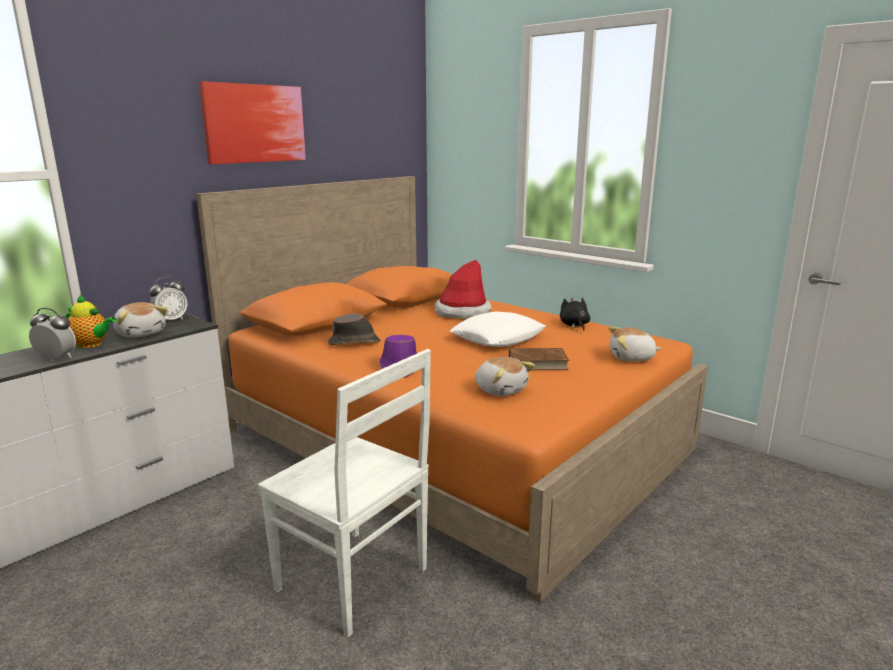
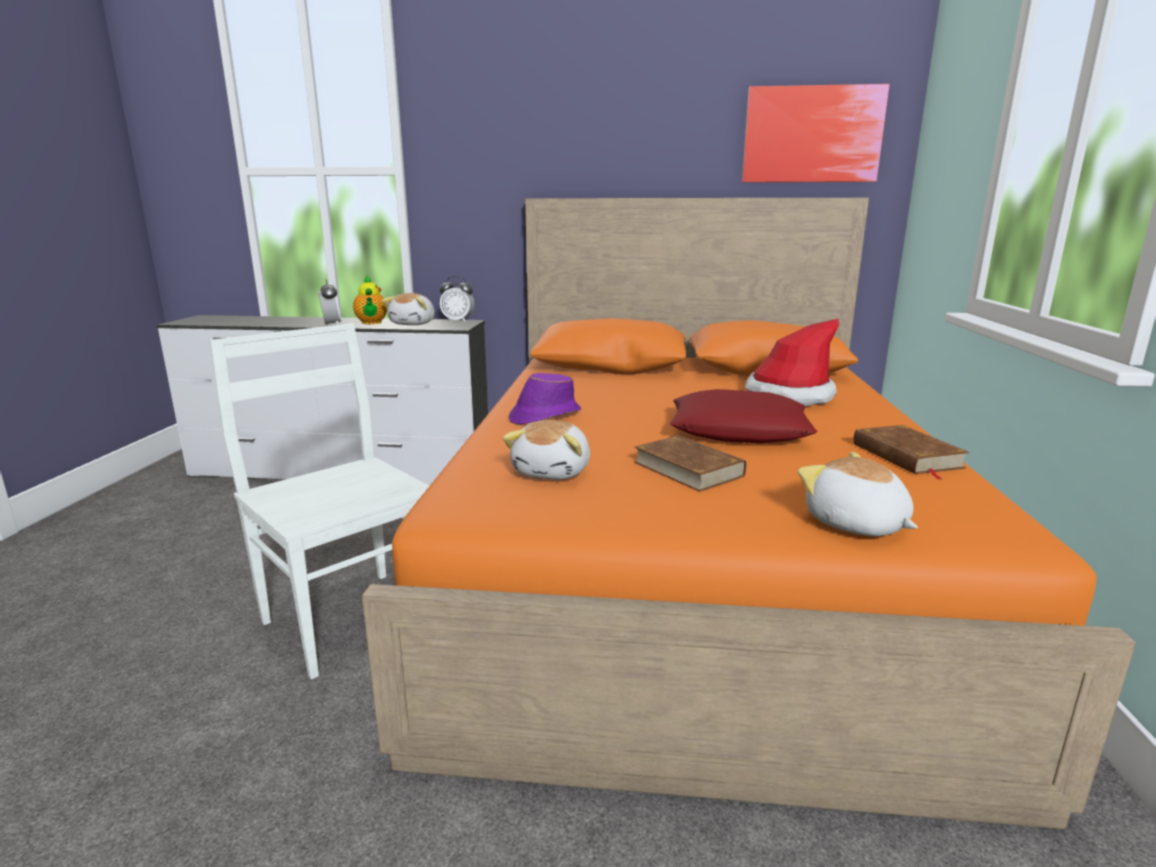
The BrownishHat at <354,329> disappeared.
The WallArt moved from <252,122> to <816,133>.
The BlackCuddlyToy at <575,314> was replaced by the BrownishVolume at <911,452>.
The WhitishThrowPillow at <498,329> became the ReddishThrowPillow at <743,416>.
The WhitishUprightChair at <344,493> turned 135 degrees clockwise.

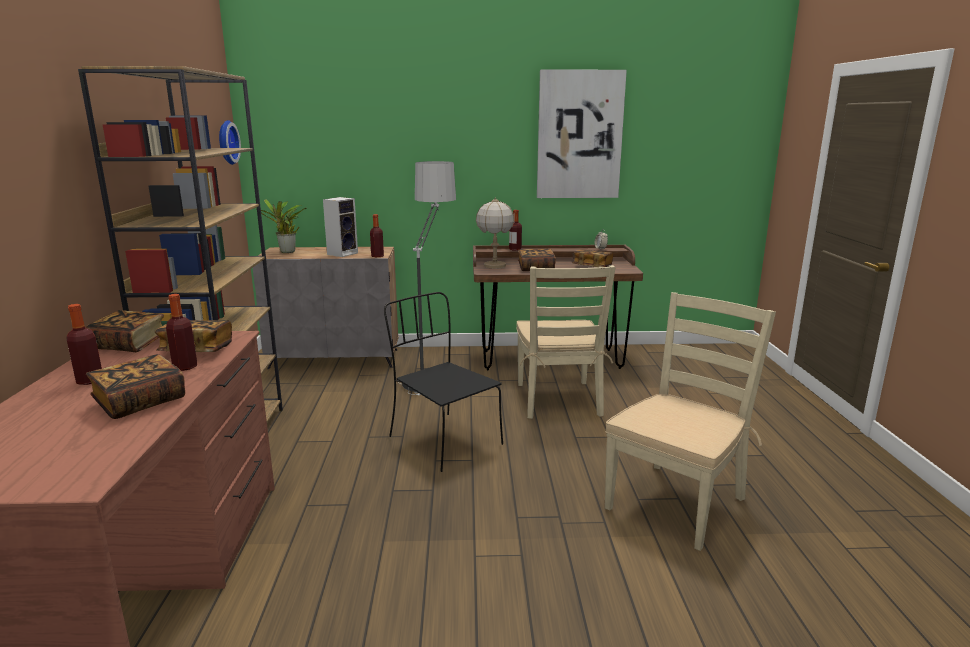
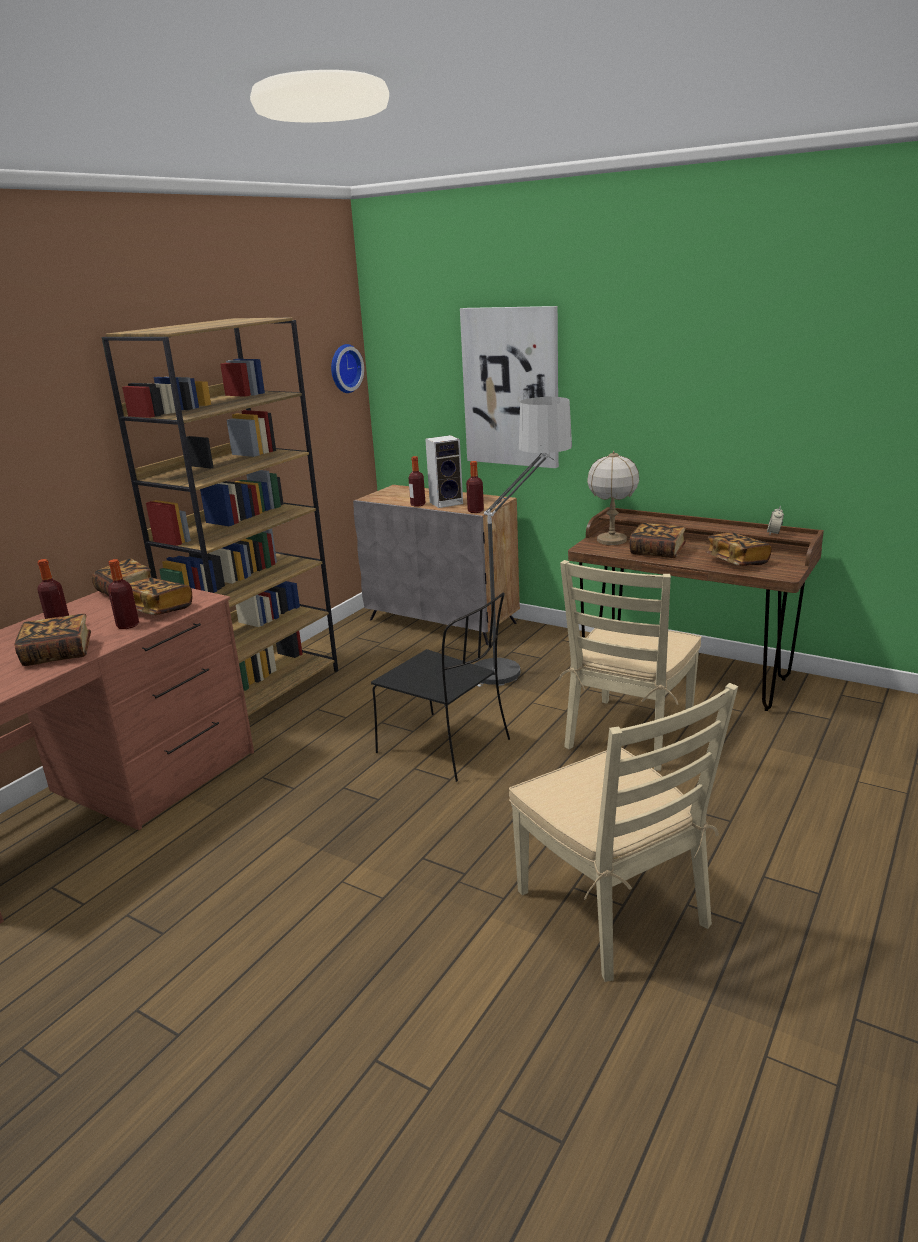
The PottedPlant at <281,226> disappeared.
The BeverageBottle moved from <515,230> to <417,481>.
The WallArt moved from <582,134> to <509,387>.
The BlackUprightChair at <443,382> turned 135 degrees clockwise.
The BeigeUprightChair at <690,421> turned 75 degrees clockwise.

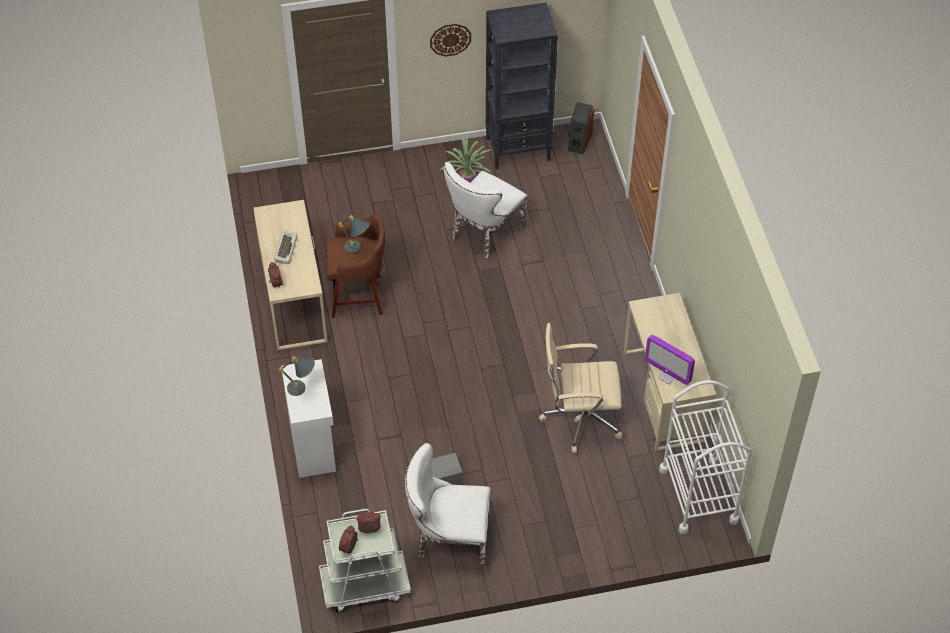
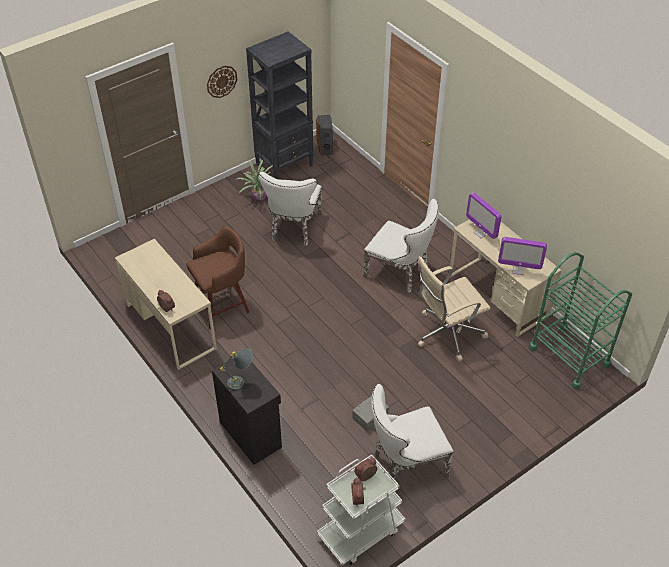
The Keyboard at <286,247> disappeared.
The GreyishTabletopLamp at <354,234> disappeared.
The WhitishUprightChair at <401,246> appeared.
The Monitor at <483,215> appeared.
The WhitishCupboard at <308,418> became the BlackCupboard at <247,411>.
The WhitishWheeledCart at <705,457> became the GreenWheeledCart at <580,321>.

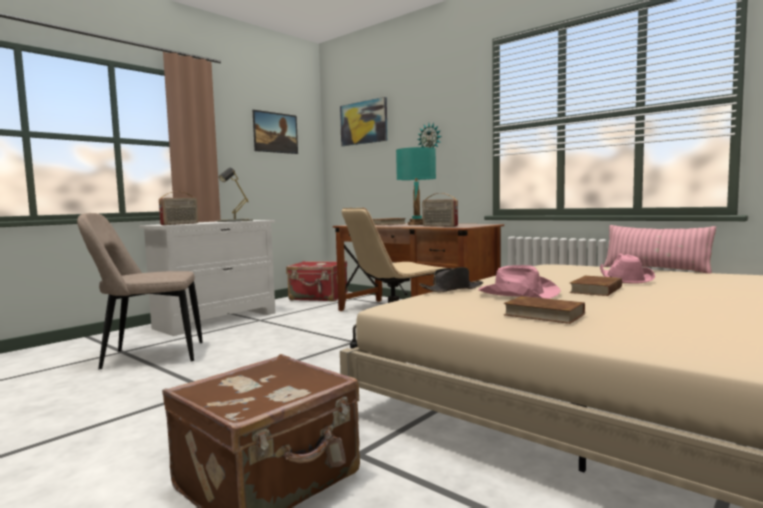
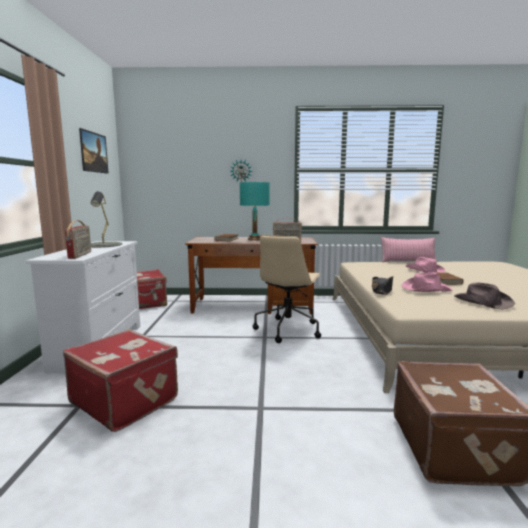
The WallArt at <364,121> disappeared.
The BeigeUprightChair at <140,291> was replaced by the ReddishPieceOfLuggage at <120,380>.
The BrownishVolume at <544,310> was replaced by the BrownishHat at <484,296>.

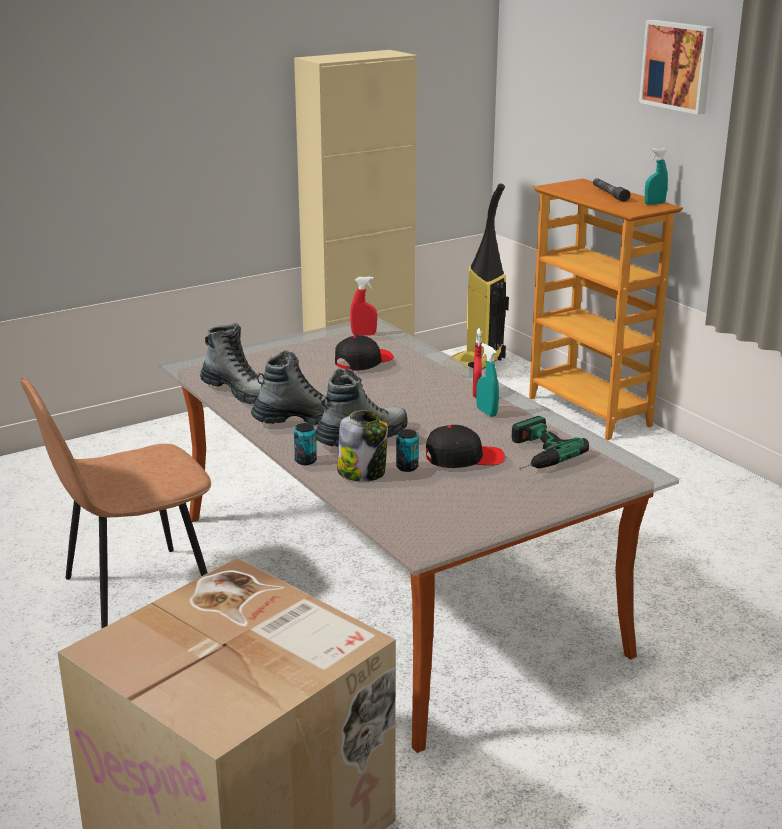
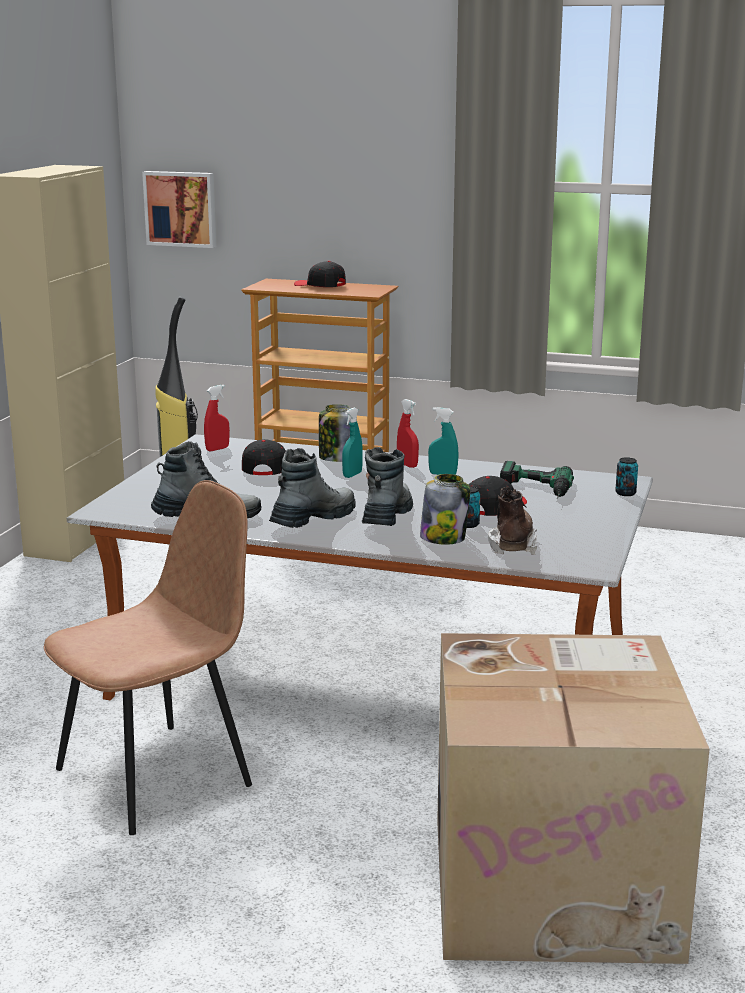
The PreserveJar at <338,433> appeared.
The BrownishBoot at <512,521> appeared.
The SealedCan moved from <305,444> to <626,476>.
The WallArt moved from <676,67> to <179,209>.
The TurquoiseSprayer moved from <656,176> to <352,443>.
The GreyishTorch at <611,190> was replaced by the BlackBaseballCap at <320,274>.
The BrownishUprightChair at <115,503> turned 150 degrees counterclockwise.

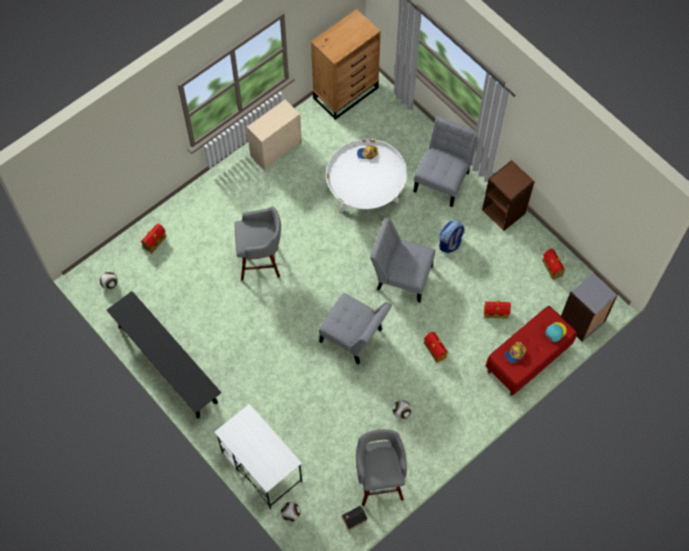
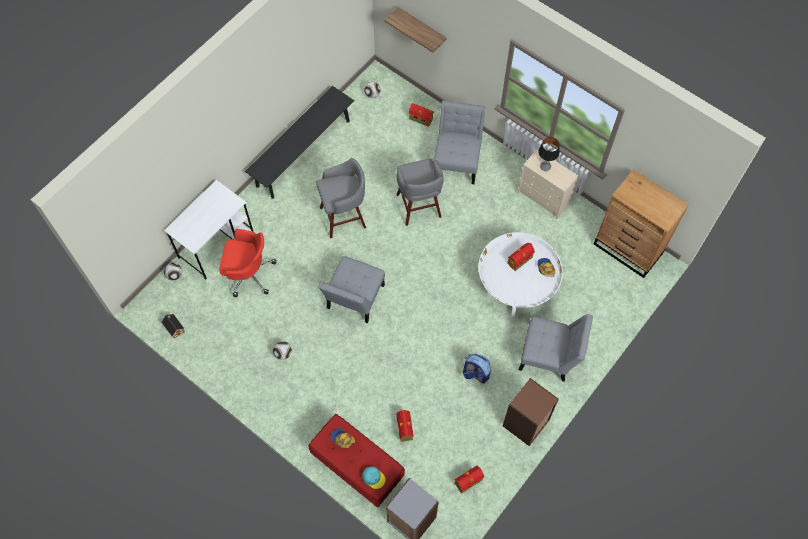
The ReddishOfficeChair at <248,263> appeared.
The Shelf at <415,30> appeared.
The TabletopLamp at <549,154> appeared.
The GreyishStoolSeat moved from <381,467> to <341,198>.
The GreyishUprightChair moved from <402,260> to <460,142>.
The ToyHouse moved from <436,347> to <521,257>.

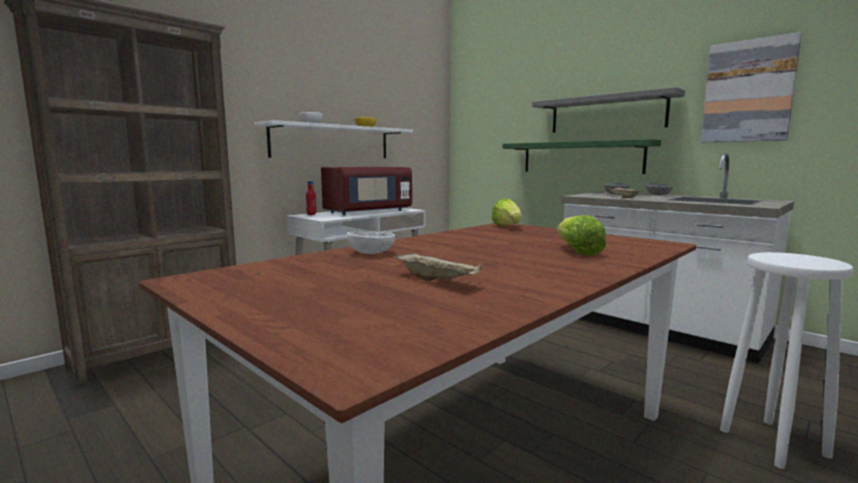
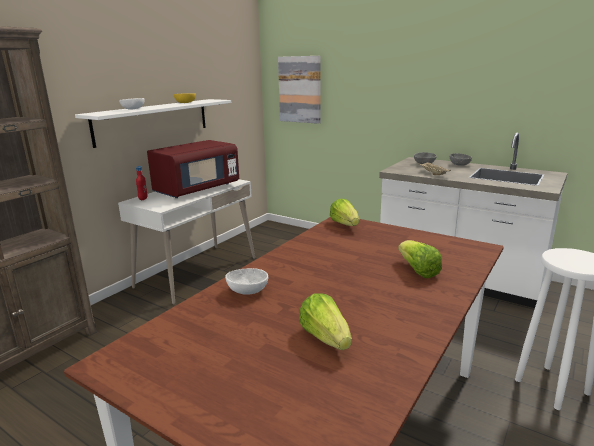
The GreenShelf at <581,156> disappeared.
The GreyishShelf at <608,110> disappeared.
The WallArt moved from <751,87> to <299,90>.
The BeigeTray at <438,266> was replaced by the HeadOfLettuce at <325,321>.

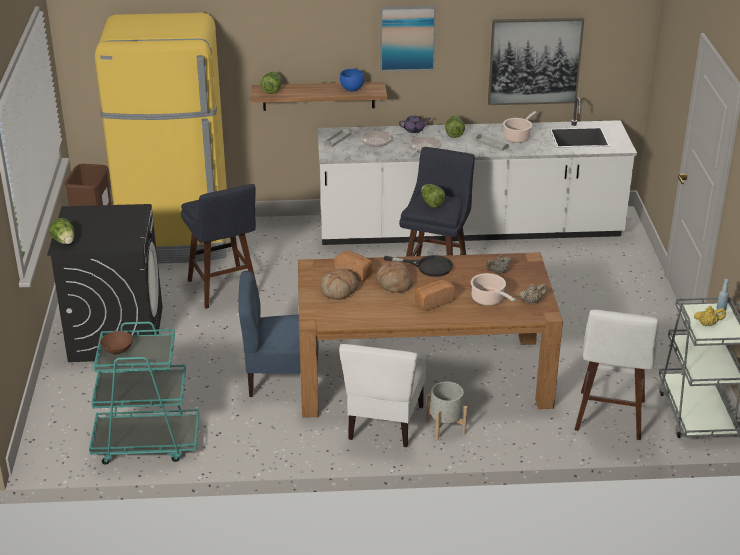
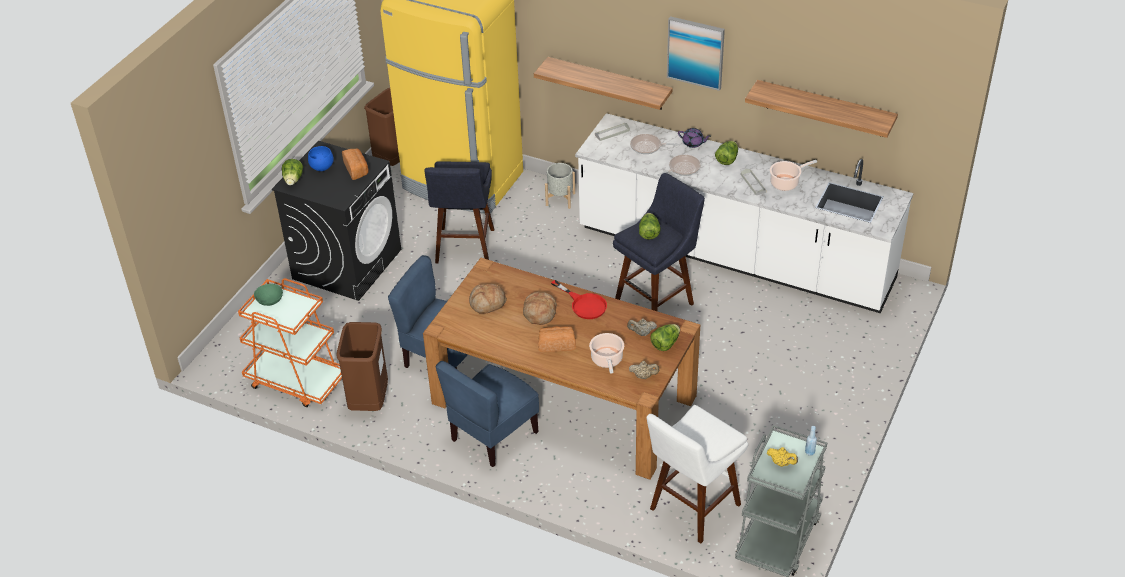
The BrownishRubbishBin at <362,366> appeared.
The HeadOfLettuce moved from <271,83> to <665,337>.
The BakeryBread moved from <353,266> to <355,164>.
The BluishServingBowl moved from <352,80> to <321,158>.
The GreyishPlanter moved from <446,411> to <560,186>.
The WallArt at <536,61> was replaced by the Shelf at <821,109>.
The TurquoiseWheeledCart at <144,393> became the OrangeyWheeledCart at <290,342>.
The BrownishServingBowl at <116,342> became the GreenServingBowl at <268,295>.
The WhitishUprightChair at <382,395> became the BluishUprightChair at <487,414>.
The BlackPan at <418,266> became the ReddishPan at <579,299>.

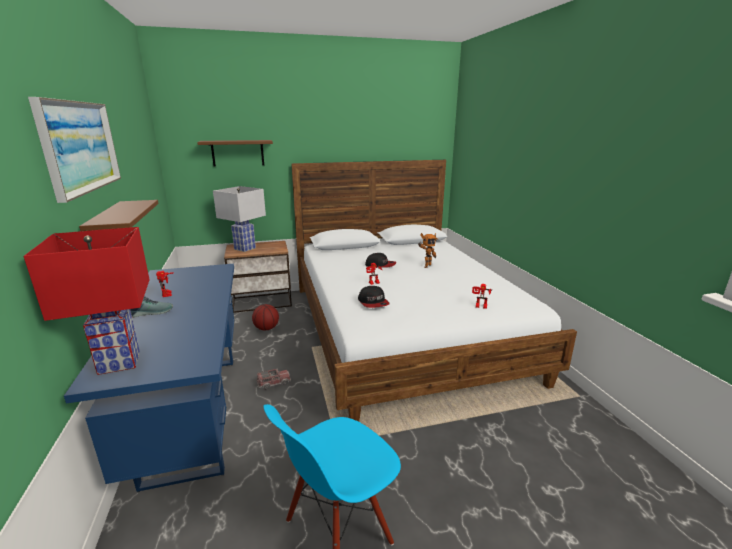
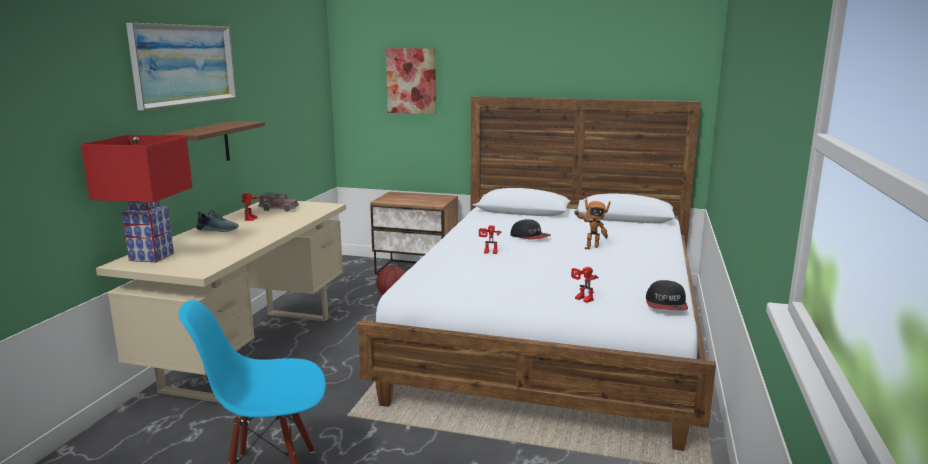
The WhitishTabletopLamp at <239,219> disappeared.
The ToyLorry moved from <273,379> to <278,202>.
The BaseballCap moved from <374,297> to <667,295>.
The BrownishShelf at <235,153> was replaced by the WallArt at <411,81>.
The BluishDesk at <149,378> became the BeigeDesk at <221,302>.

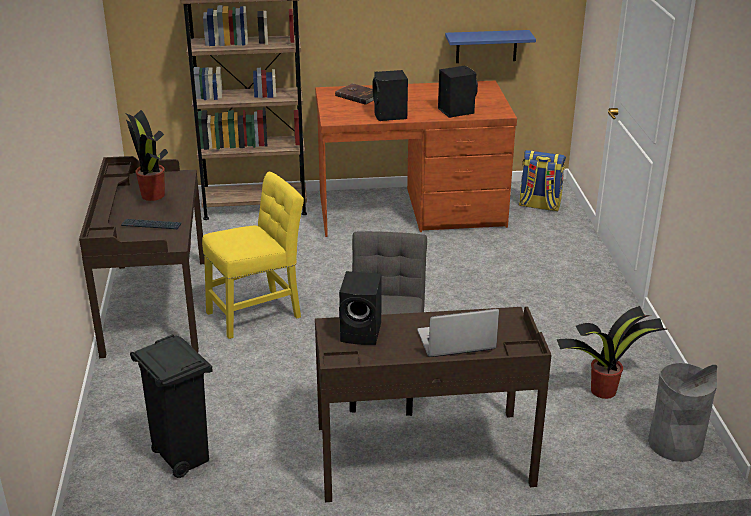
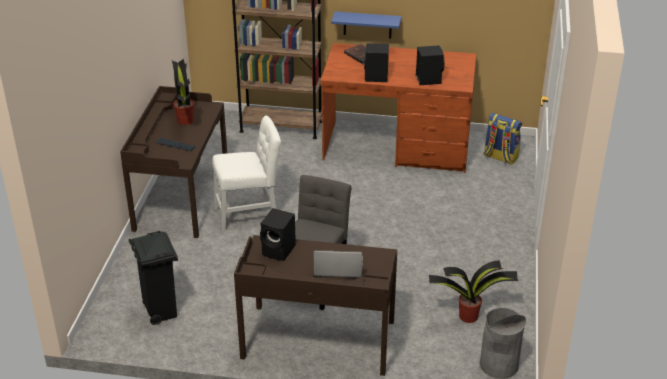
The BluishShelf moved from <490,46> to <366,24>.
The YellowUprightChair at <253,255> became the WhitishUprightChair at <246,173>.

